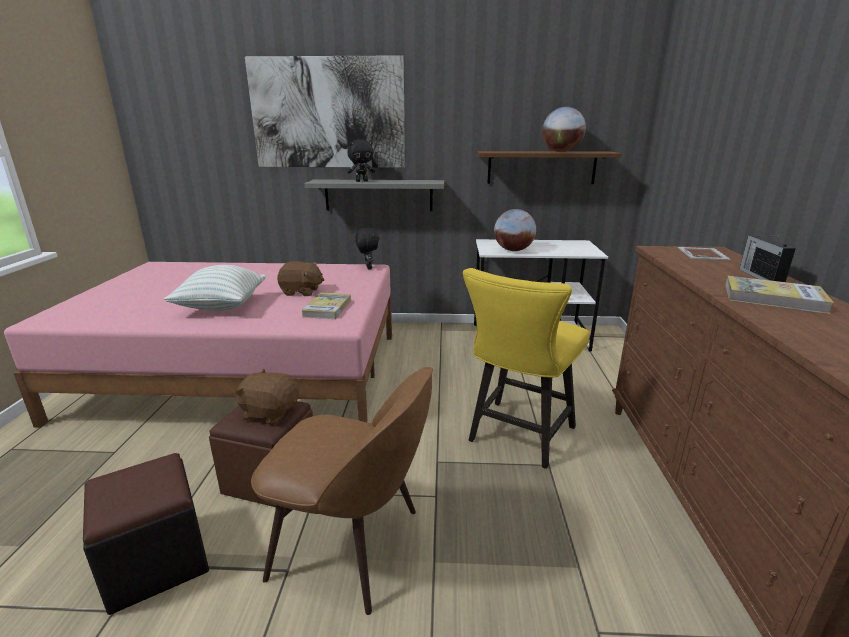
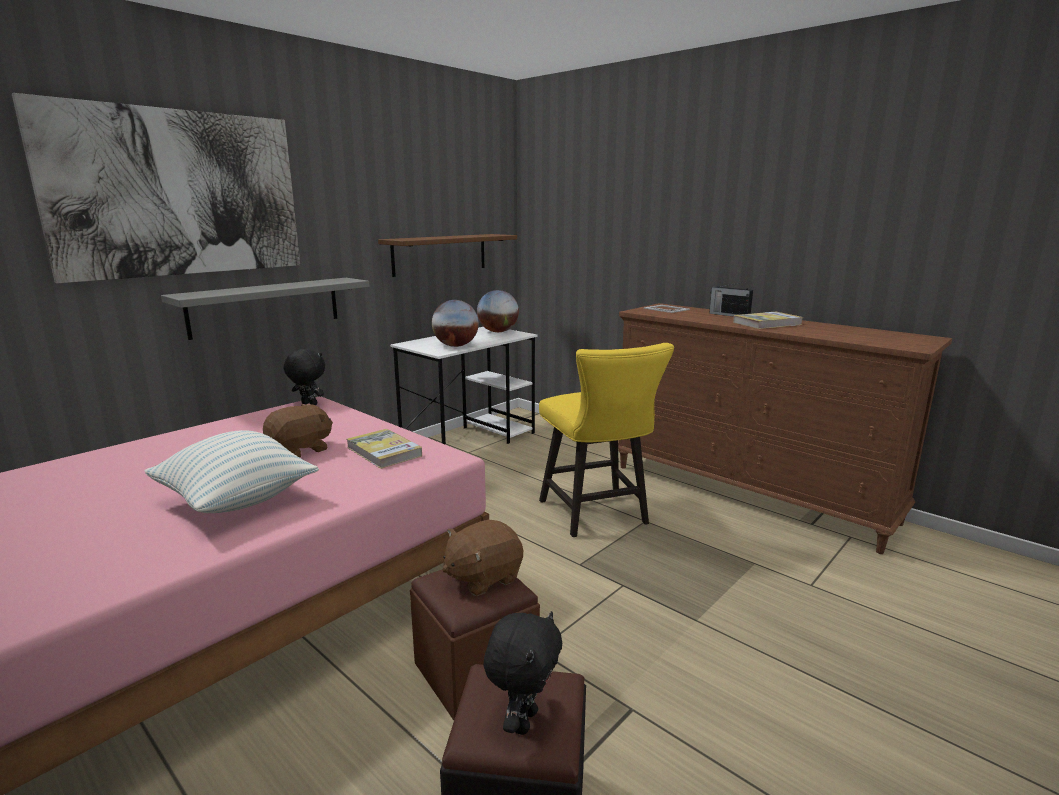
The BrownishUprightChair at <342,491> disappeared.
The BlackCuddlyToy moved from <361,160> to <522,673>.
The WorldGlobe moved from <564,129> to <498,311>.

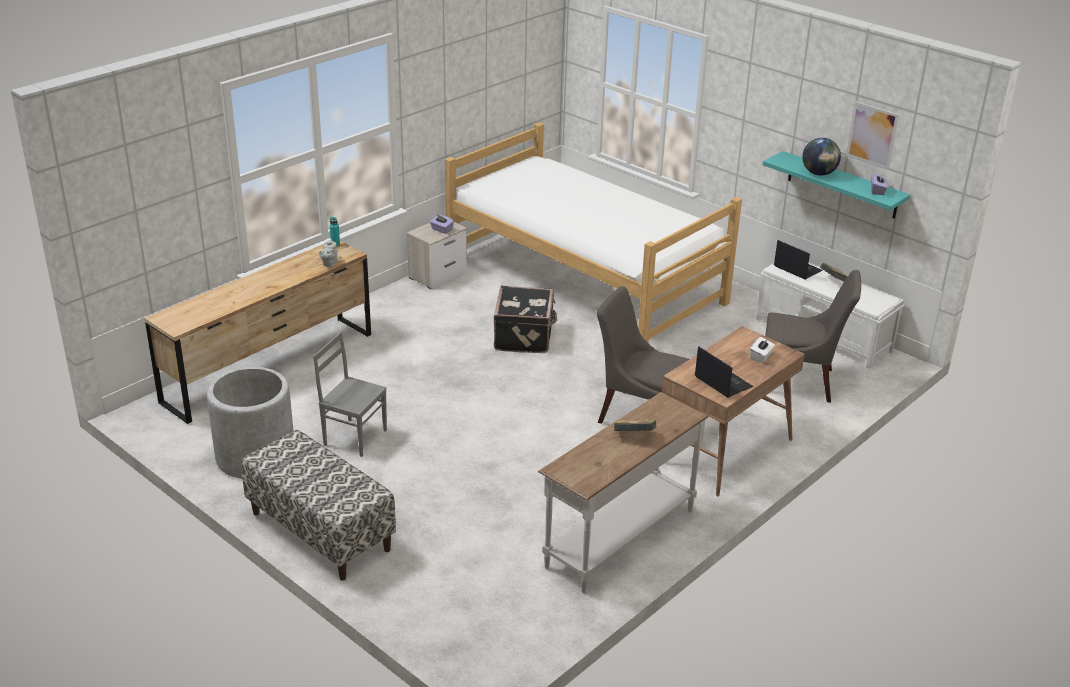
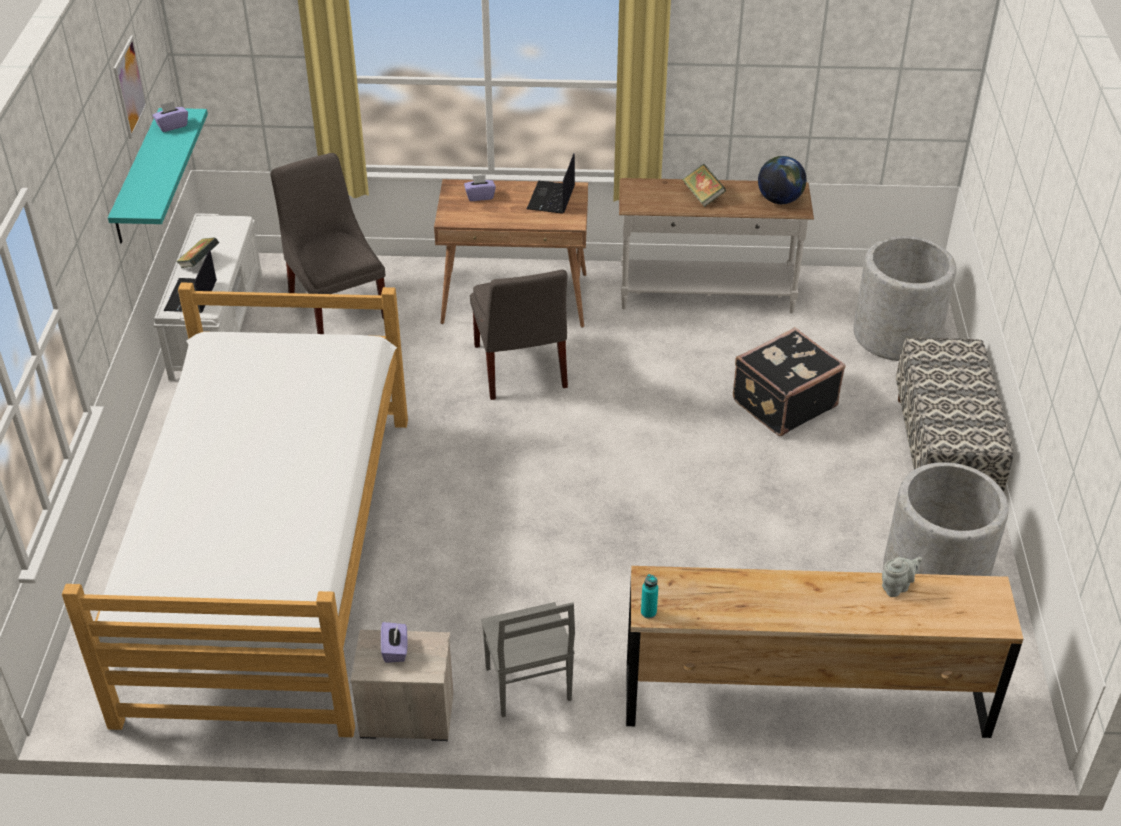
The GreyishPlanter at <904,298> appeared.
The GreyishUprightChair moved from <350,394> to <528,659>.
The GreyishTeapot moved from <328,253> to <902,577>.
The BlackPieceOfLuggage moved from <525,319> to <789,381>.
The WorldGlobe moved from <821,157> to <782,180>.
The WhitishTissueBox at <762,350> became the PurpleColouredTissueBox at <480,188>.

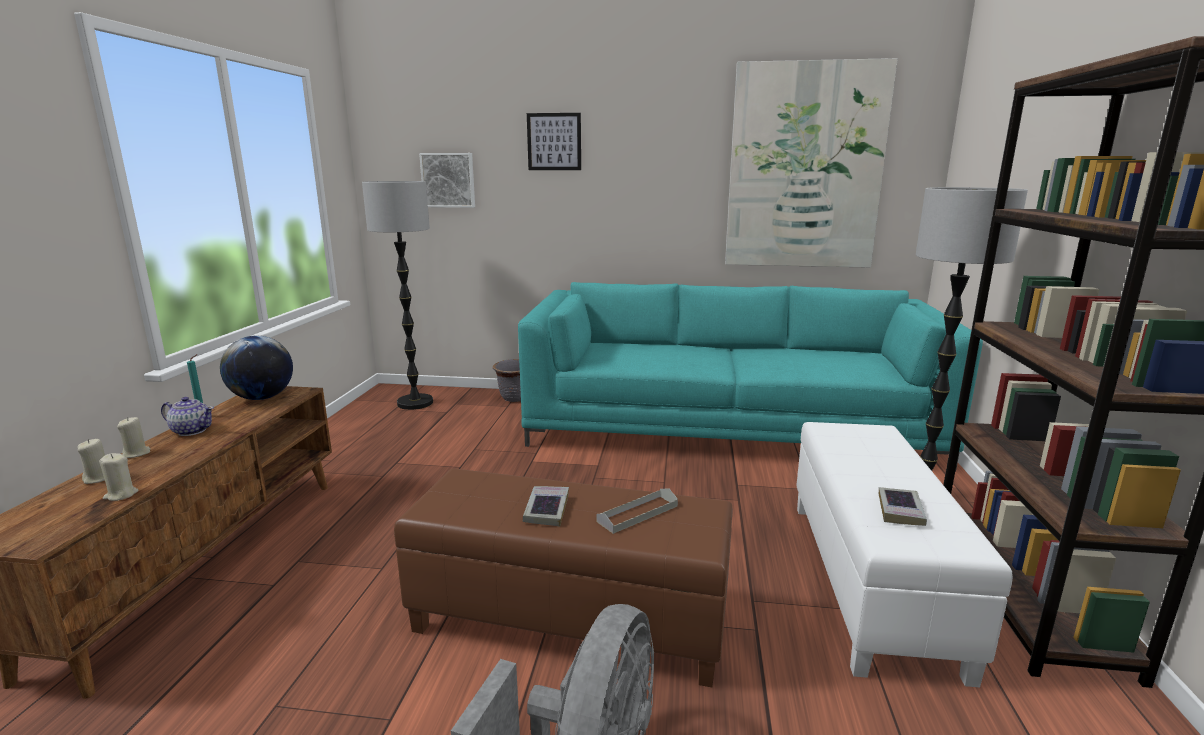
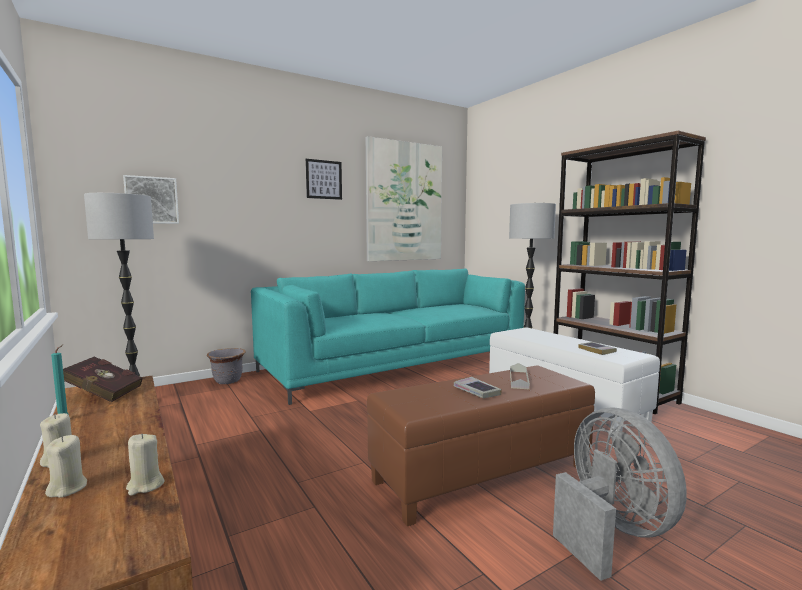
The Teapot at <187,416> disappeared.
The WallArt moved from <554,141> to <324,179>.
The WorldGlobe at <256,368> was replaced by the ReddishVolume at <102,379>.

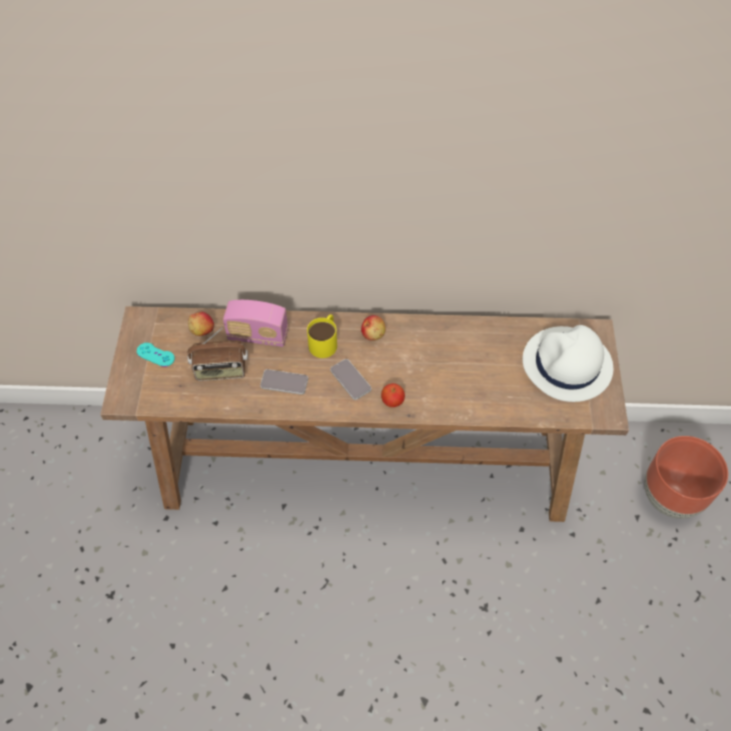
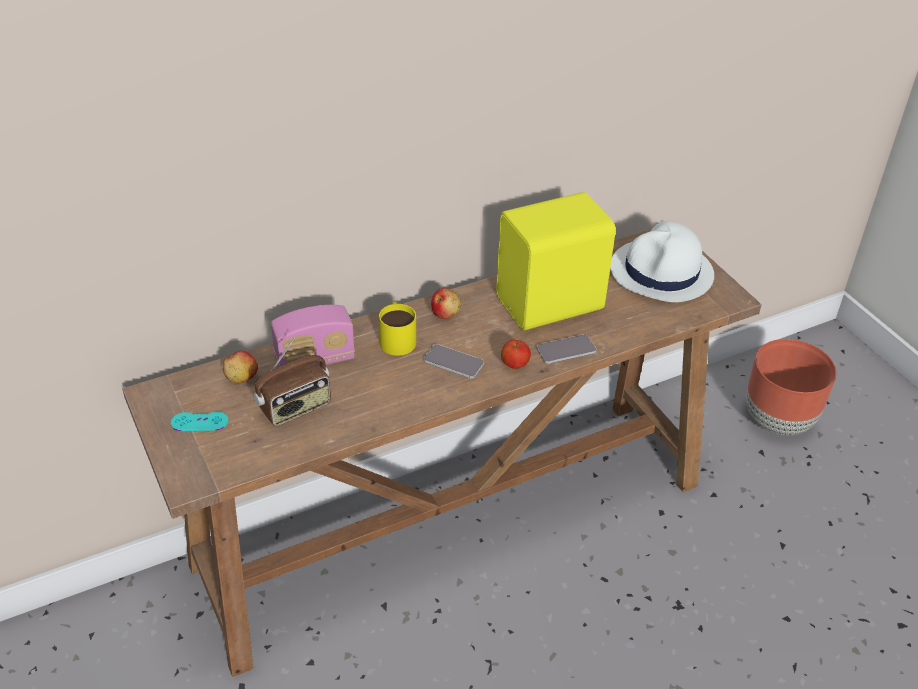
The YellowAudioSpeaker at <556,261> appeared.
The Telephone moved from <284,382> to <567,349>.

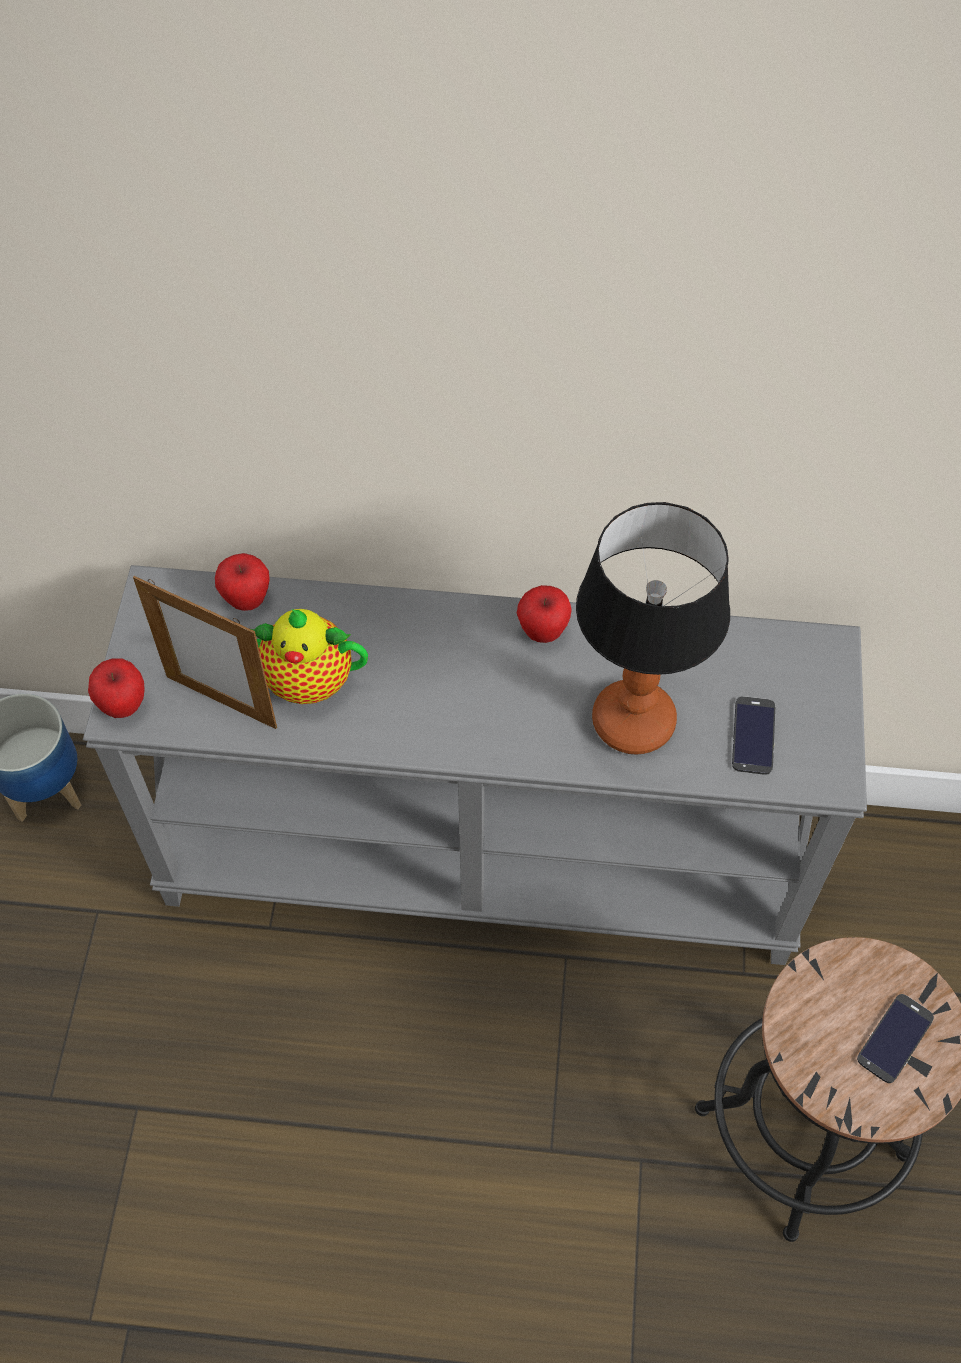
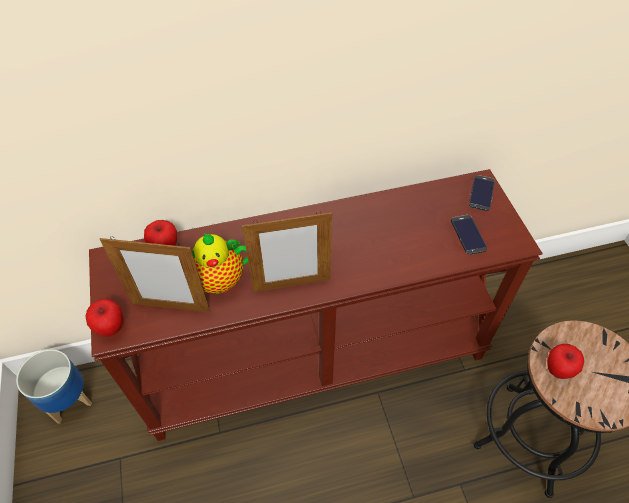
The TabletopLamp at <653,628> disappeared.
The PhotoFrame at <287,251> appeared.
The AppleFruit moved from <544,614> to <565,361>.
The Telephone moved from <895,1038> to <482,193>.
The GreyishNarrowTable at <475,765> became the BrownishNarrowTable at <315,305>.

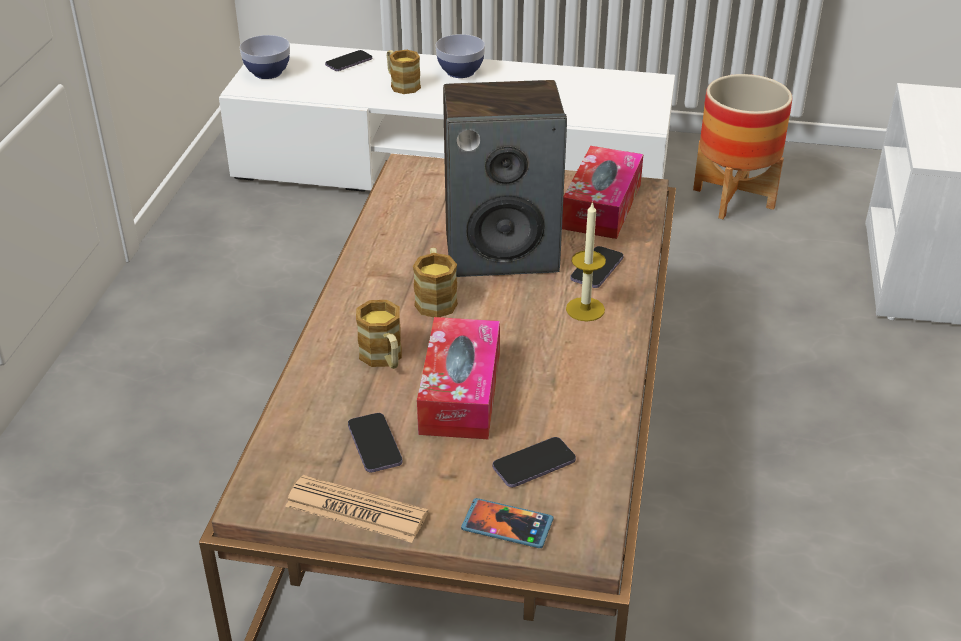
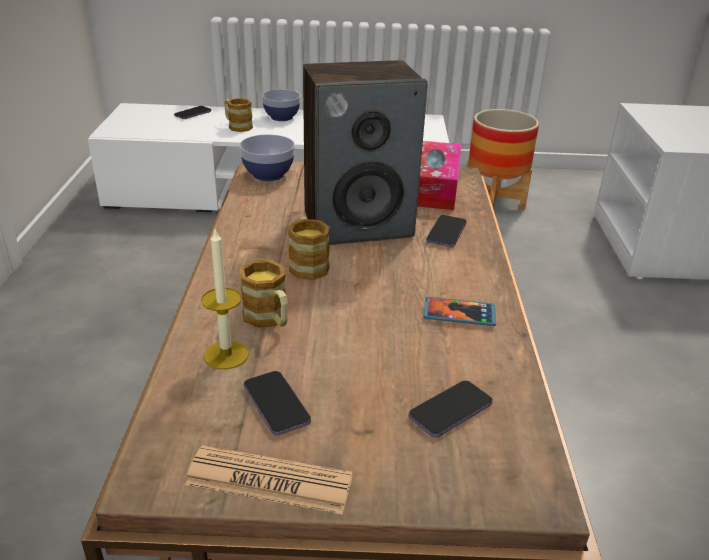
The TissueBox at <458,378> disappeared.
The ServingBowl moved from <265,57> to <267,157>.
The Telephone moved from <507,523> to <459,311>.
The Candle moved from <586,261> to <225,299>.

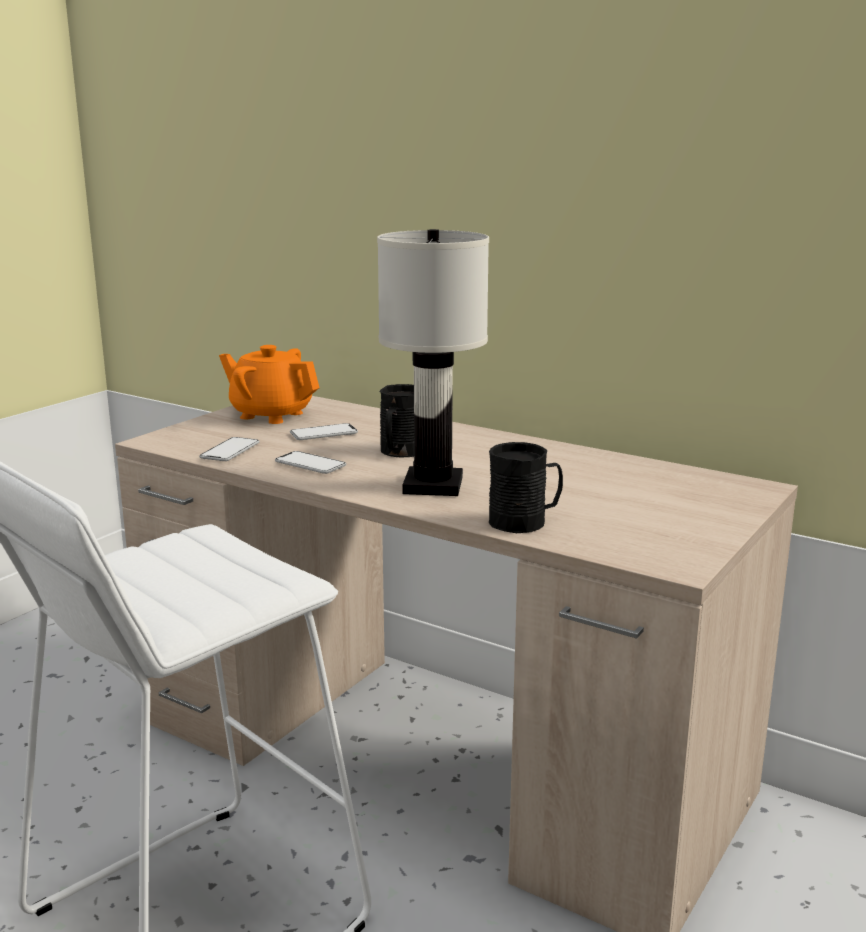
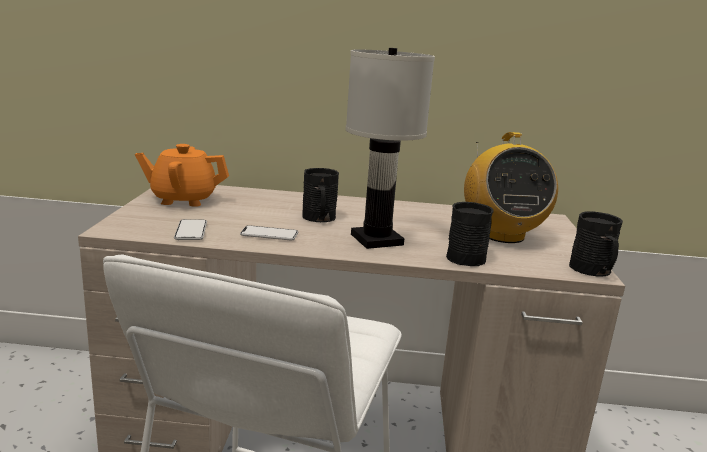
The Telephone at <324,431> disappeared.
The RadioSet at <511,187> appeared.
The BlackMug at <596,244> appeared.

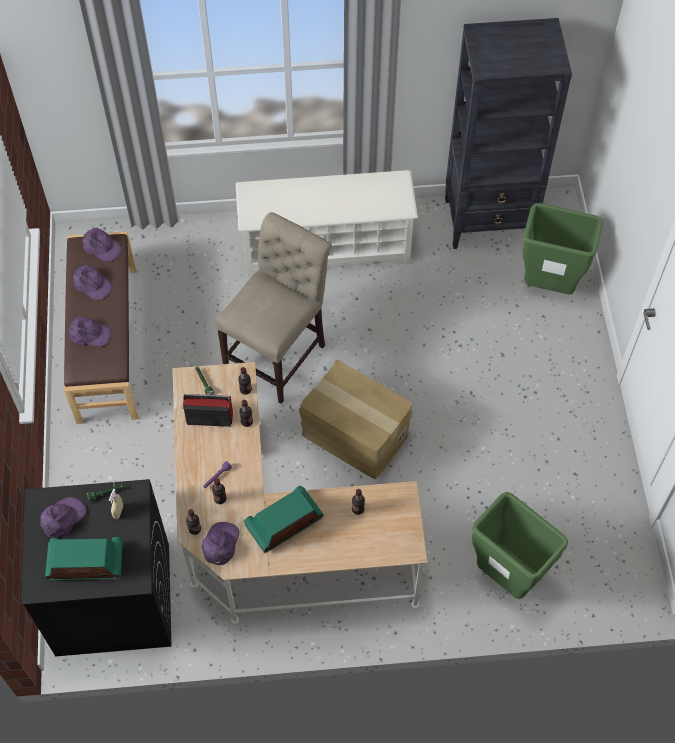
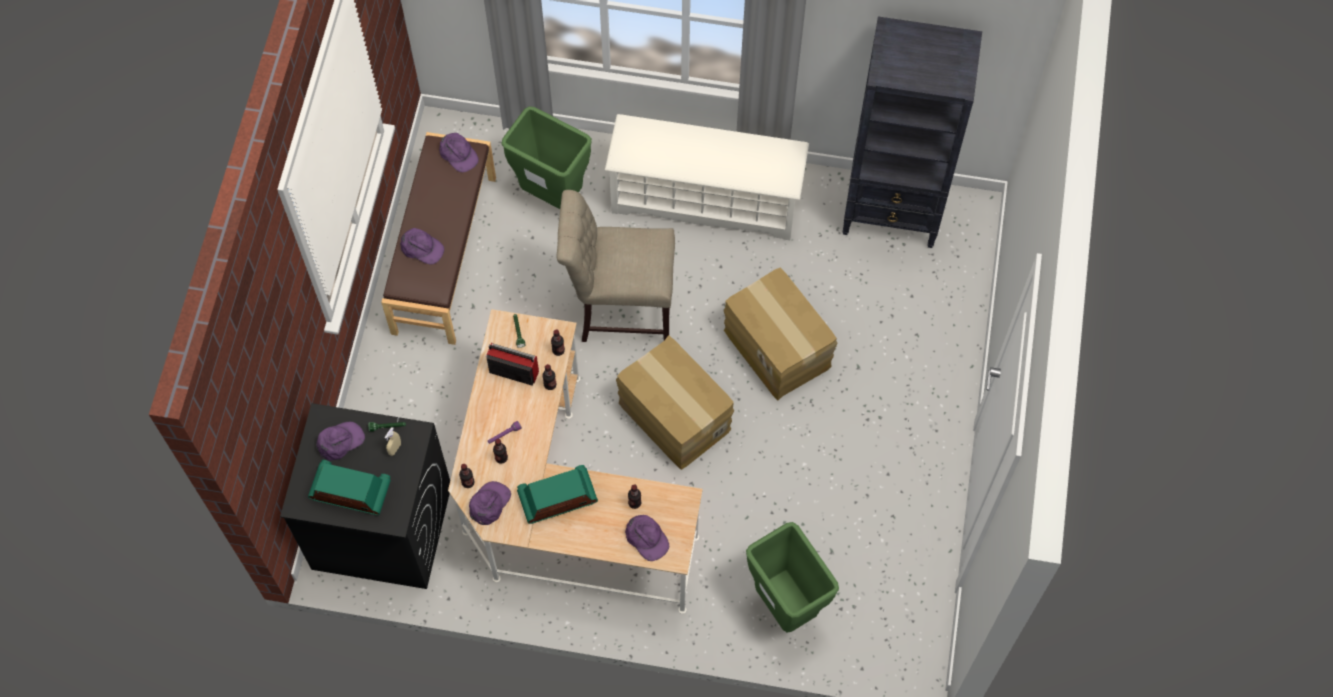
The PackingBox at <780,334> appeared.
The PurpleColouredBaseballCap moved from <92,282> to <647,538>.
The GreenRubbishBin moved from <562,248> to <547,157>.
The BeigeUprightChair at <273,308> turned 135 degrees counterclockwise.

